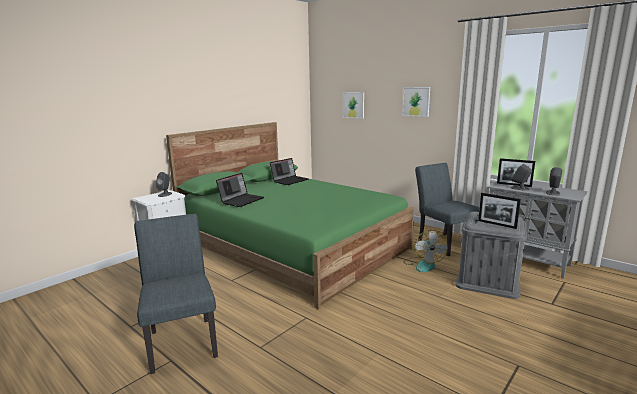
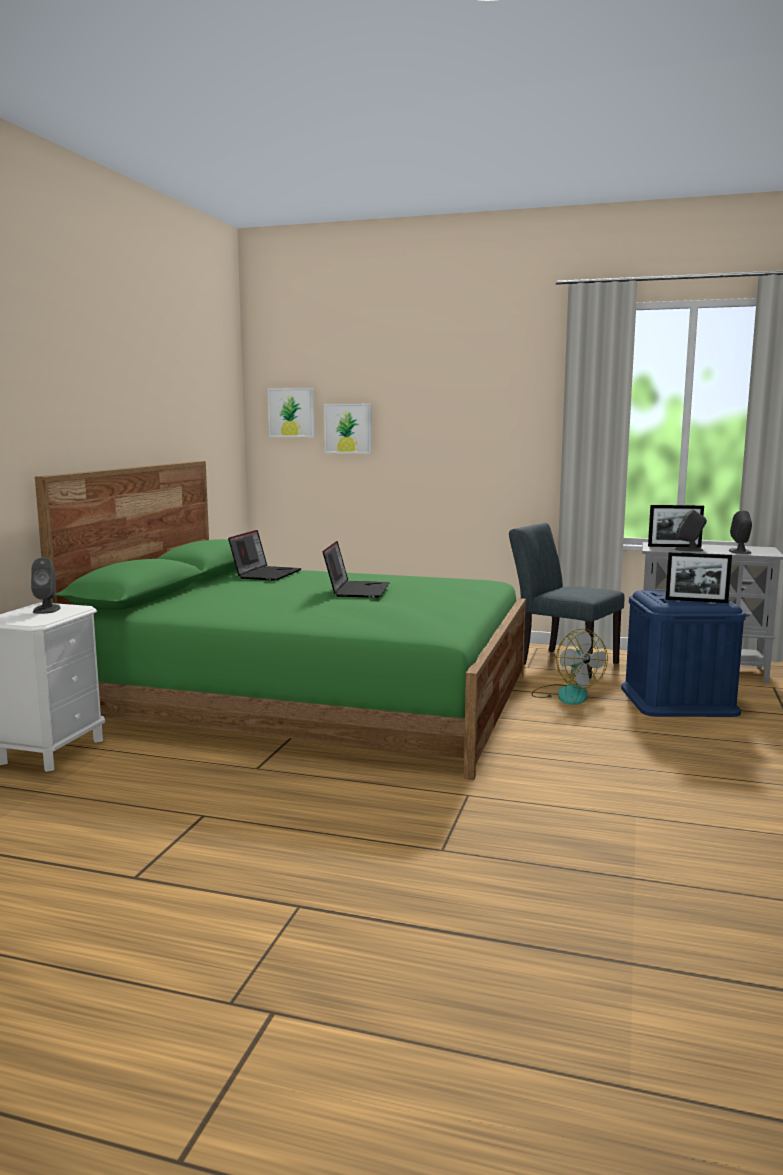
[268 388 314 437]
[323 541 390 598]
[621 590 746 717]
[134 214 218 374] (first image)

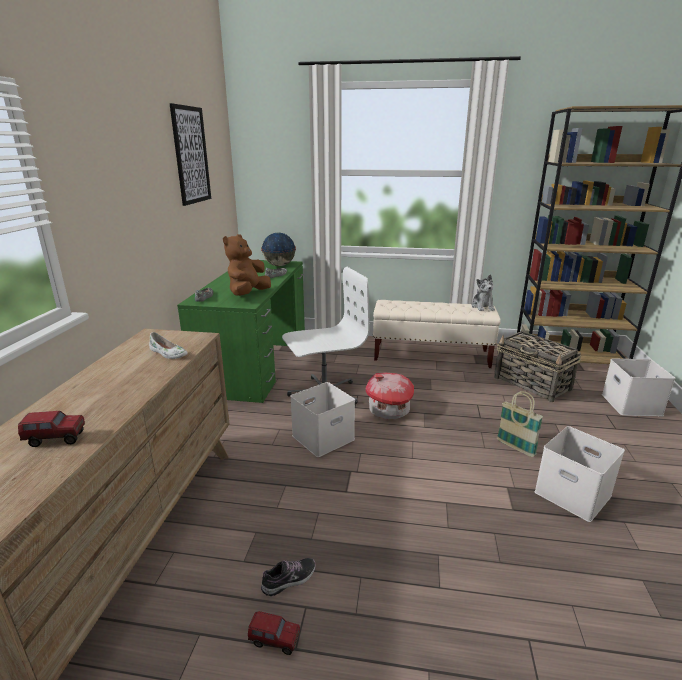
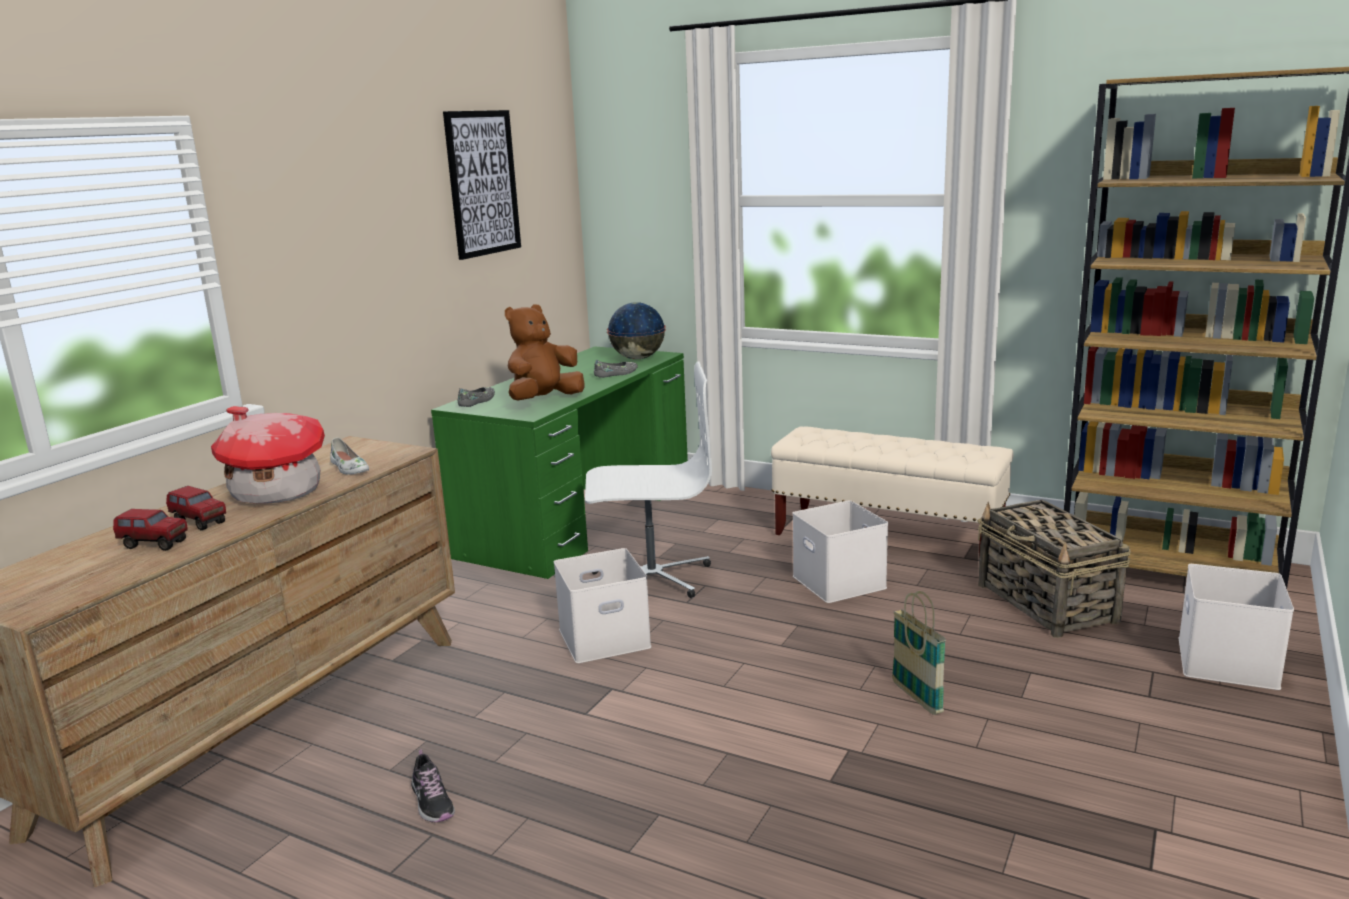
[166 486 226 530]
[211 406 325 504]
[411 749 455 822]
[793 500 888 603]
[472 274 495 311] (first image)

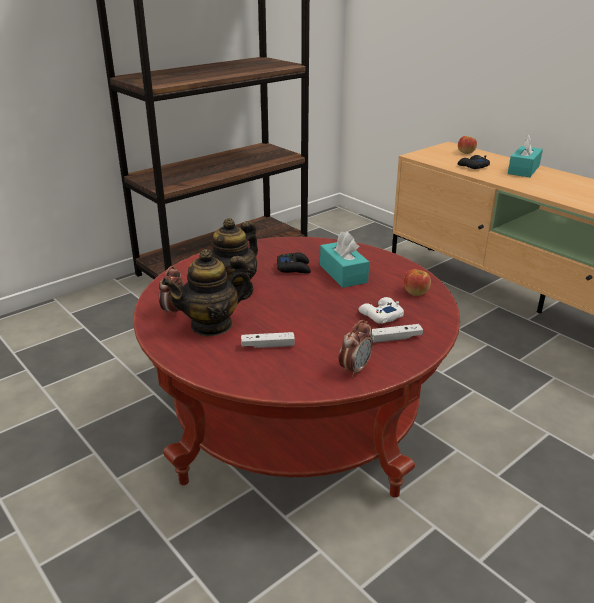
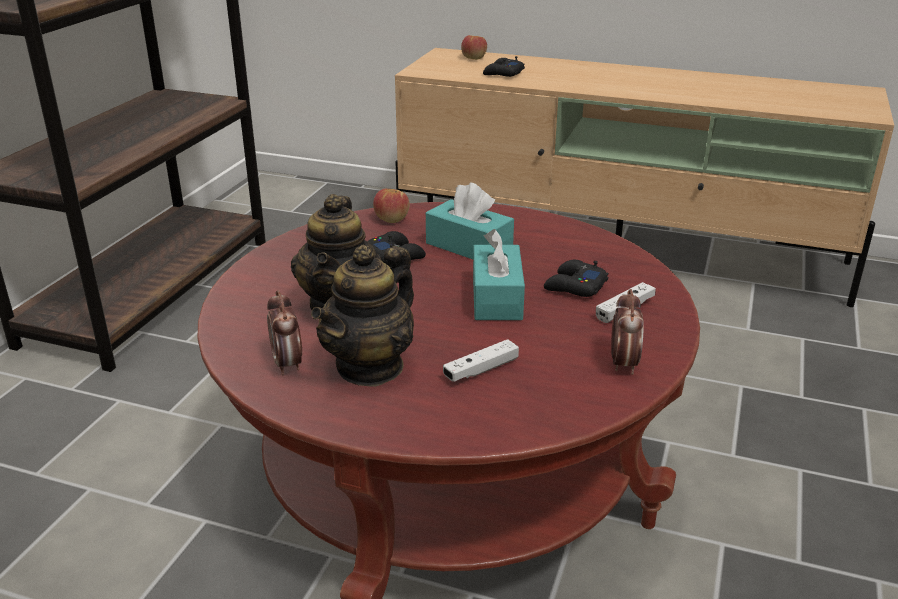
[373 189 410 223]
[473 229 525 320]
[544 260 609 297]

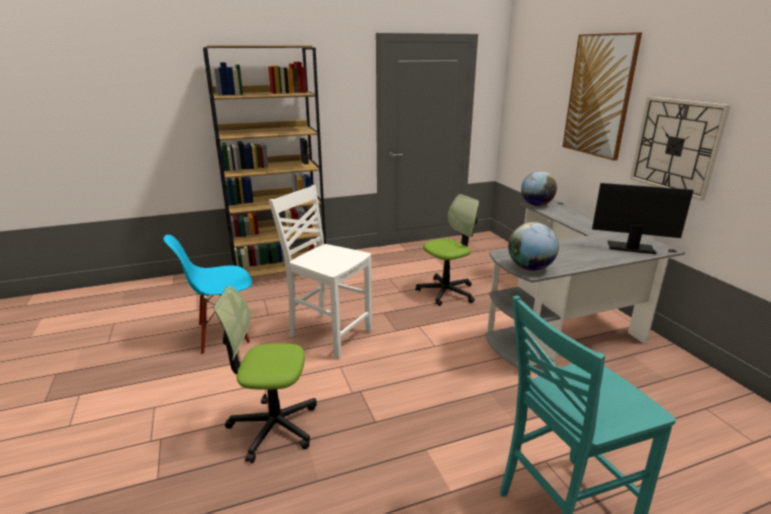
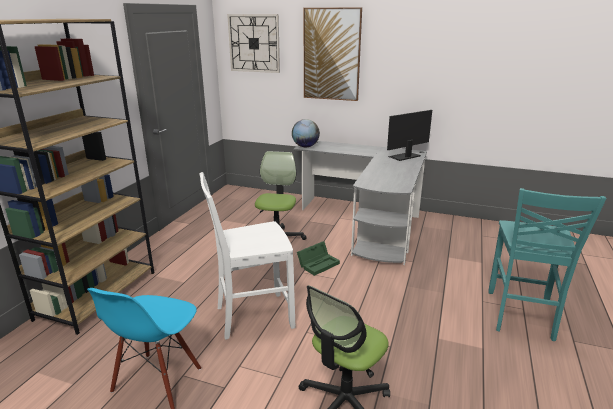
[227 14 280 73]
[297 241 340 276]
[508 222 559 271] (first image)

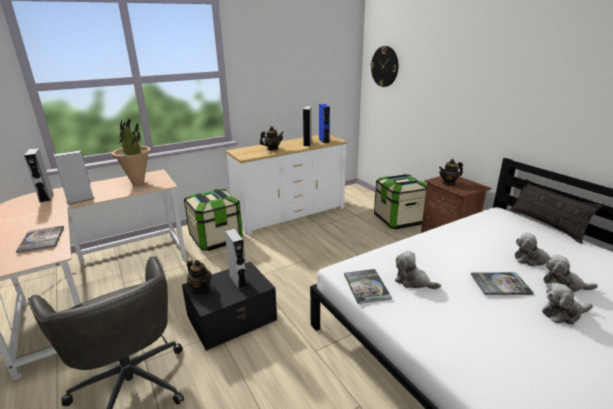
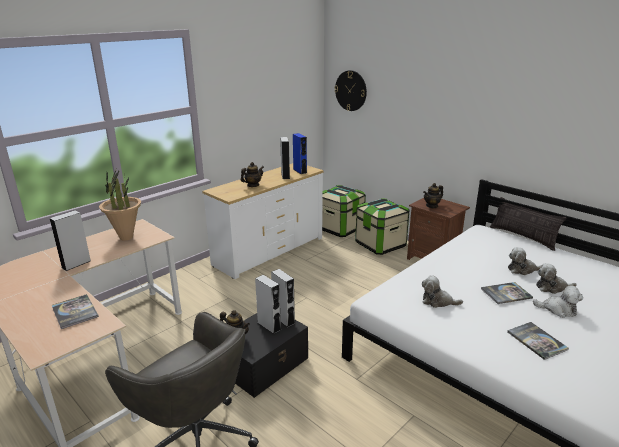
[271 269 295 327]
[322 185 366 237]
[507 322 569 360]
[533 286 583 318]

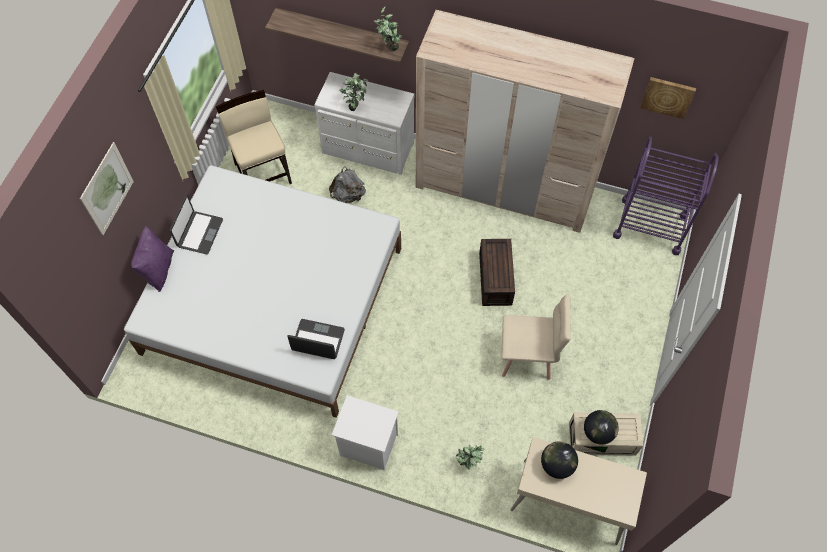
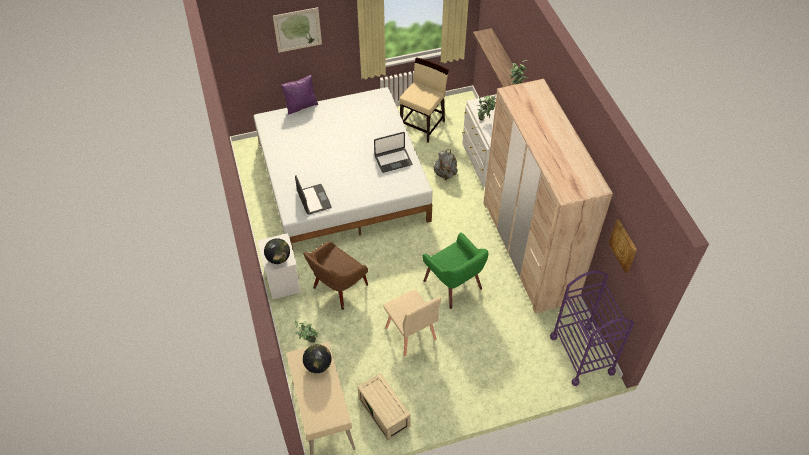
[264 238 290 264]
[303 241 368 310]
[374 132 412 173]
[422 232 488 309]

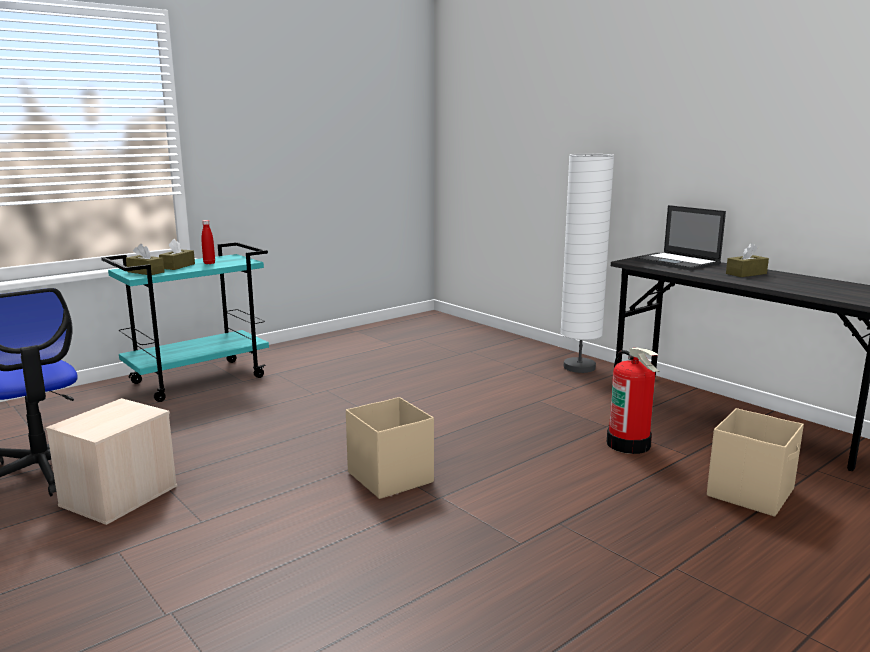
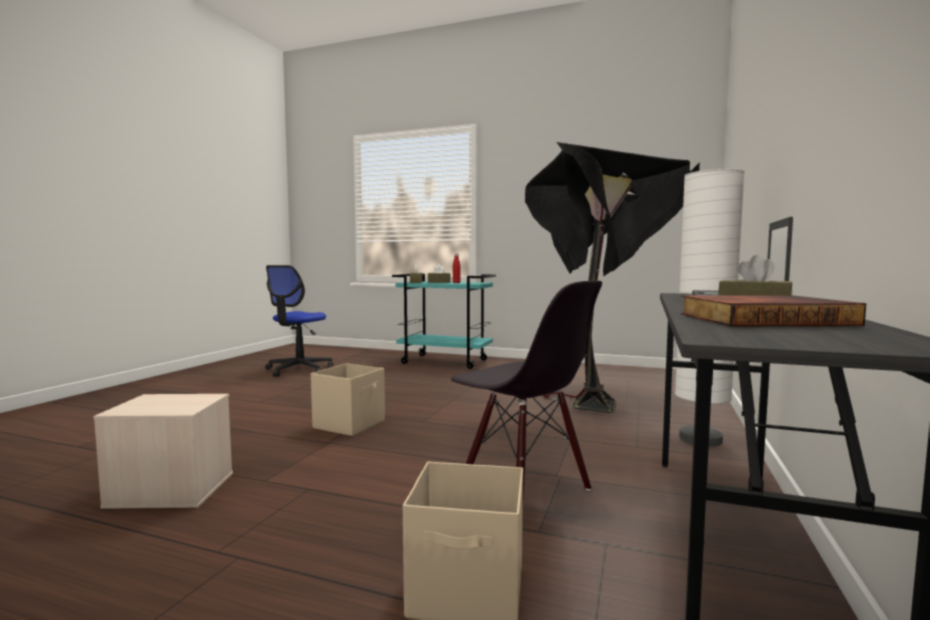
[93 394 233 509]
[451 281 602 497]
[525 142 700 413]
[681 295 867 326]

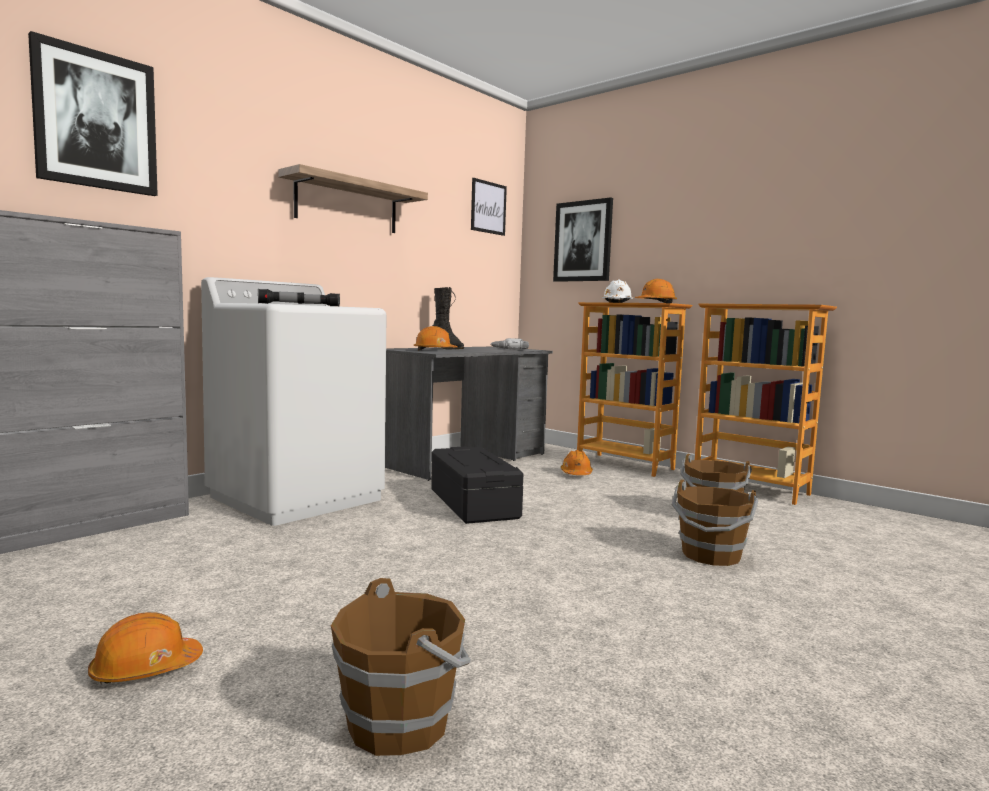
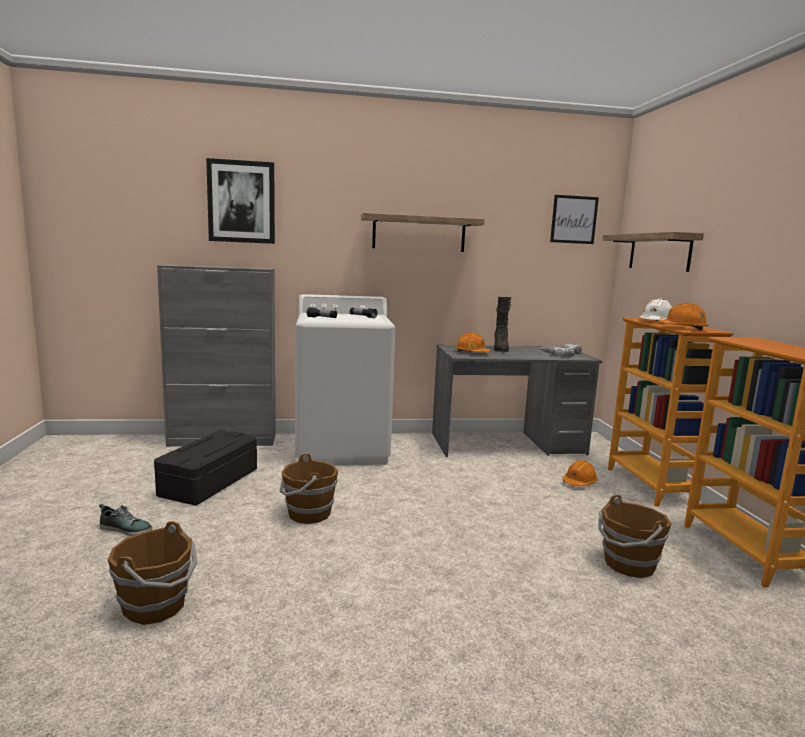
[99 504 152 536]
[154 430 257 506]
[280 454 338 524]
[602 232 704 272]

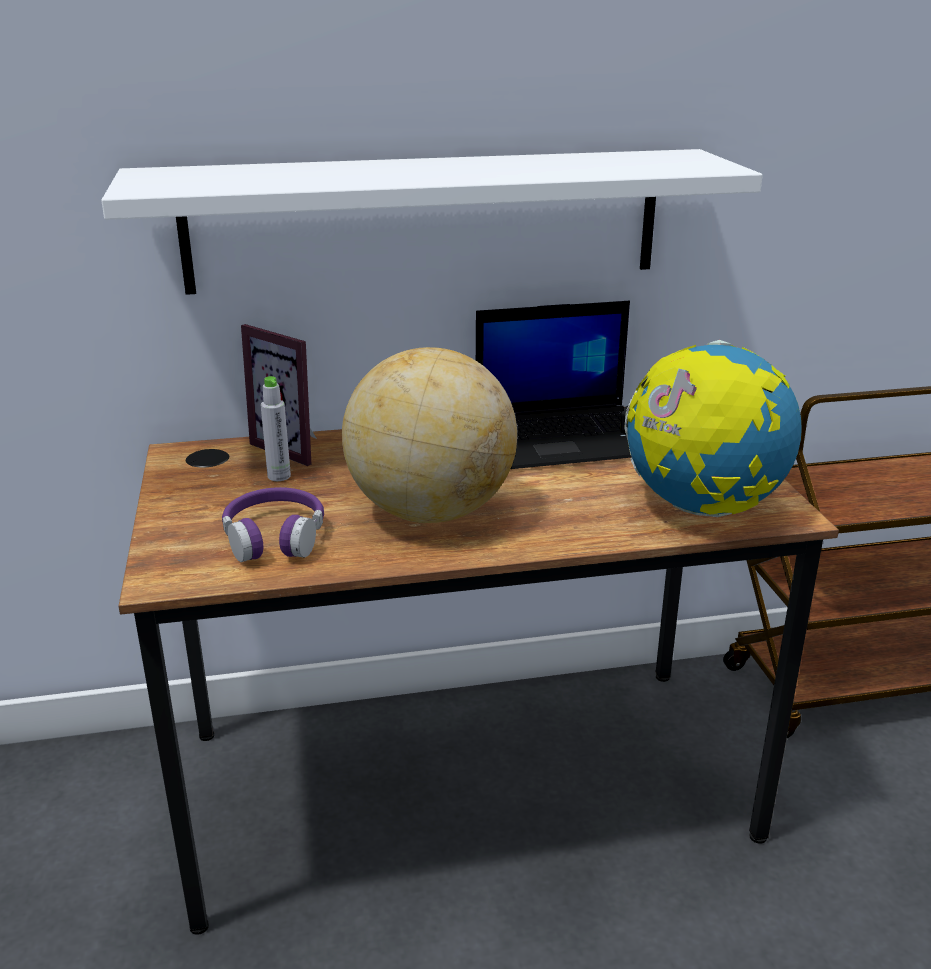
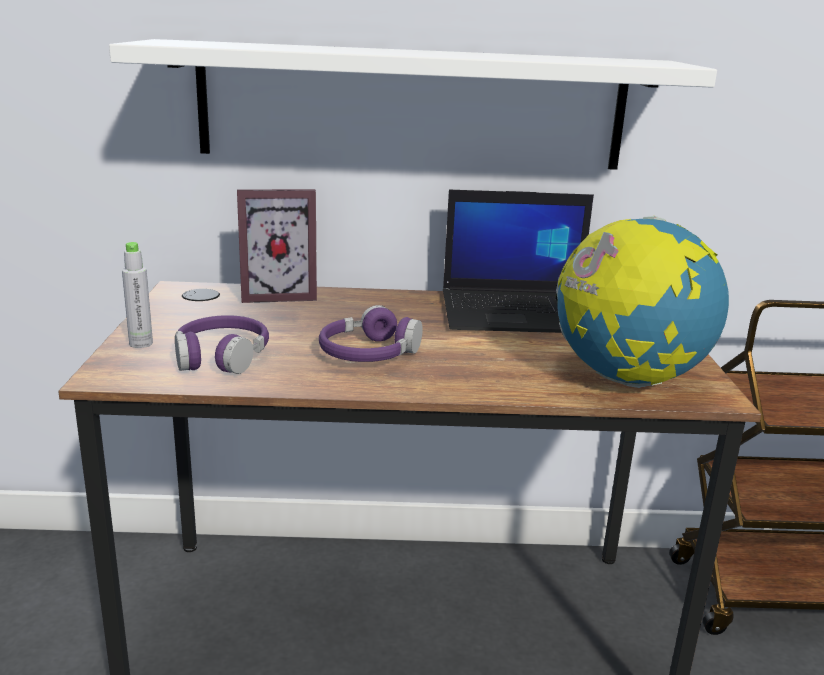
[122 242 153 348]
[237 189 317 303]
[319 305 423 362]

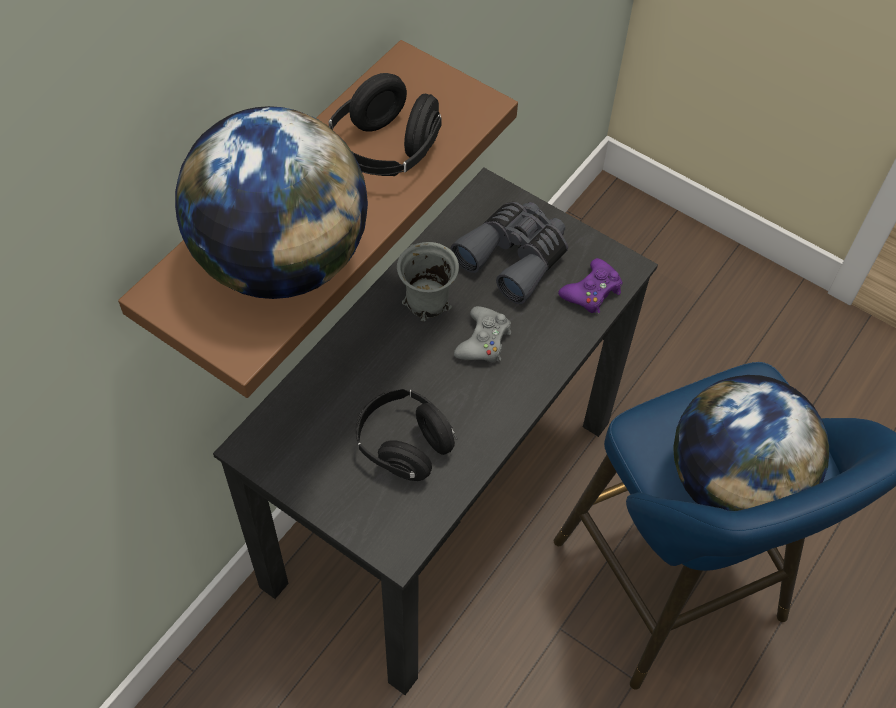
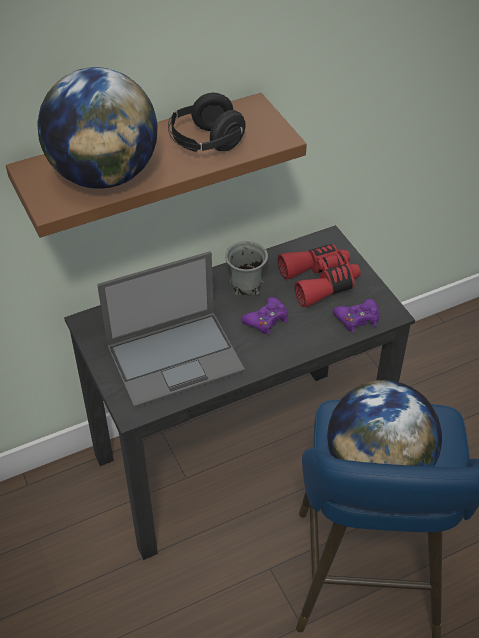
[97 251 245 408]
[241 297 288 335]
[278 244 361 307]

